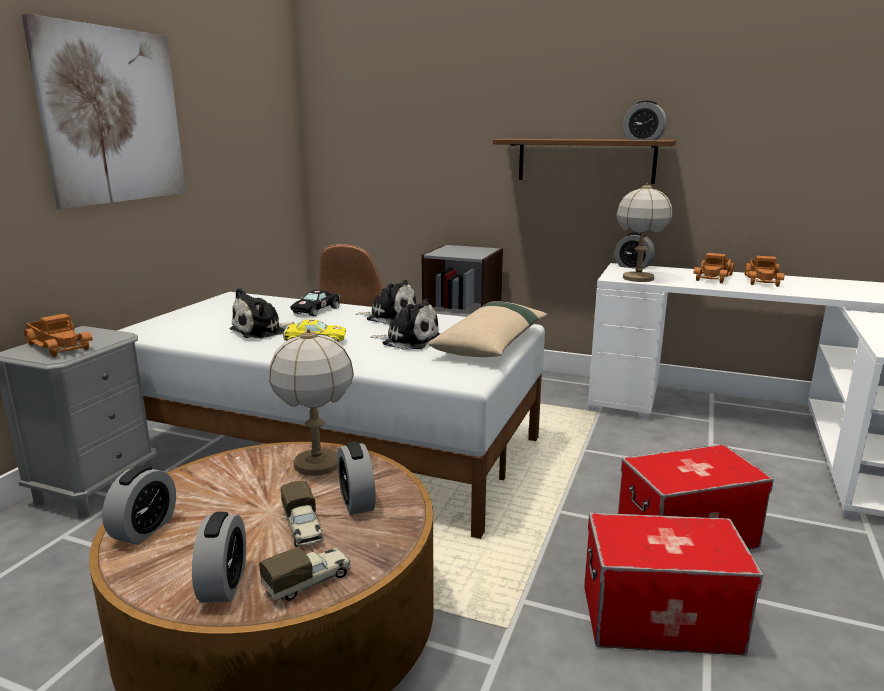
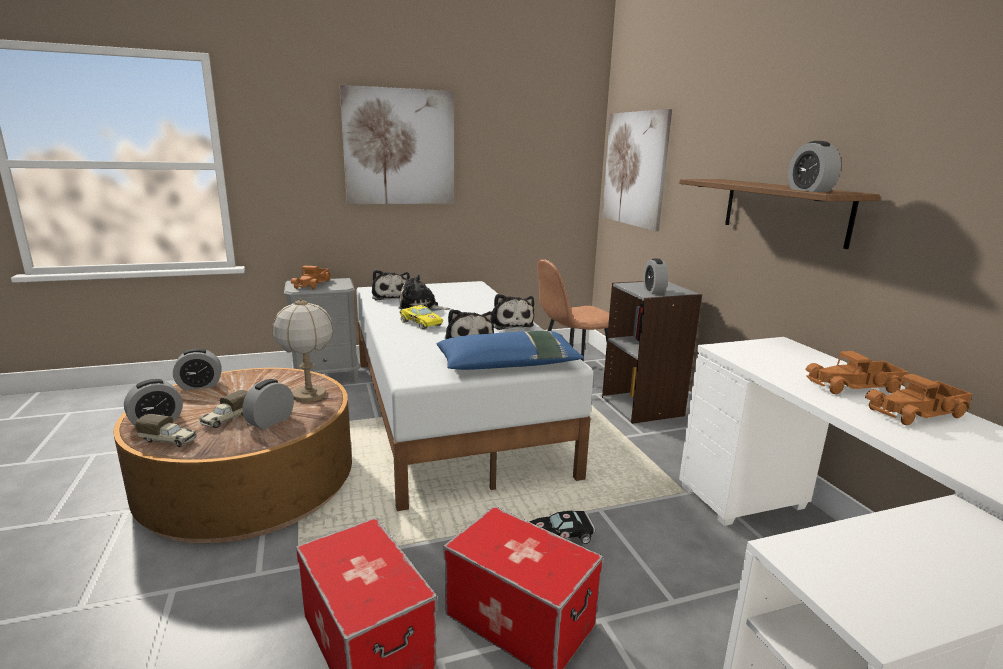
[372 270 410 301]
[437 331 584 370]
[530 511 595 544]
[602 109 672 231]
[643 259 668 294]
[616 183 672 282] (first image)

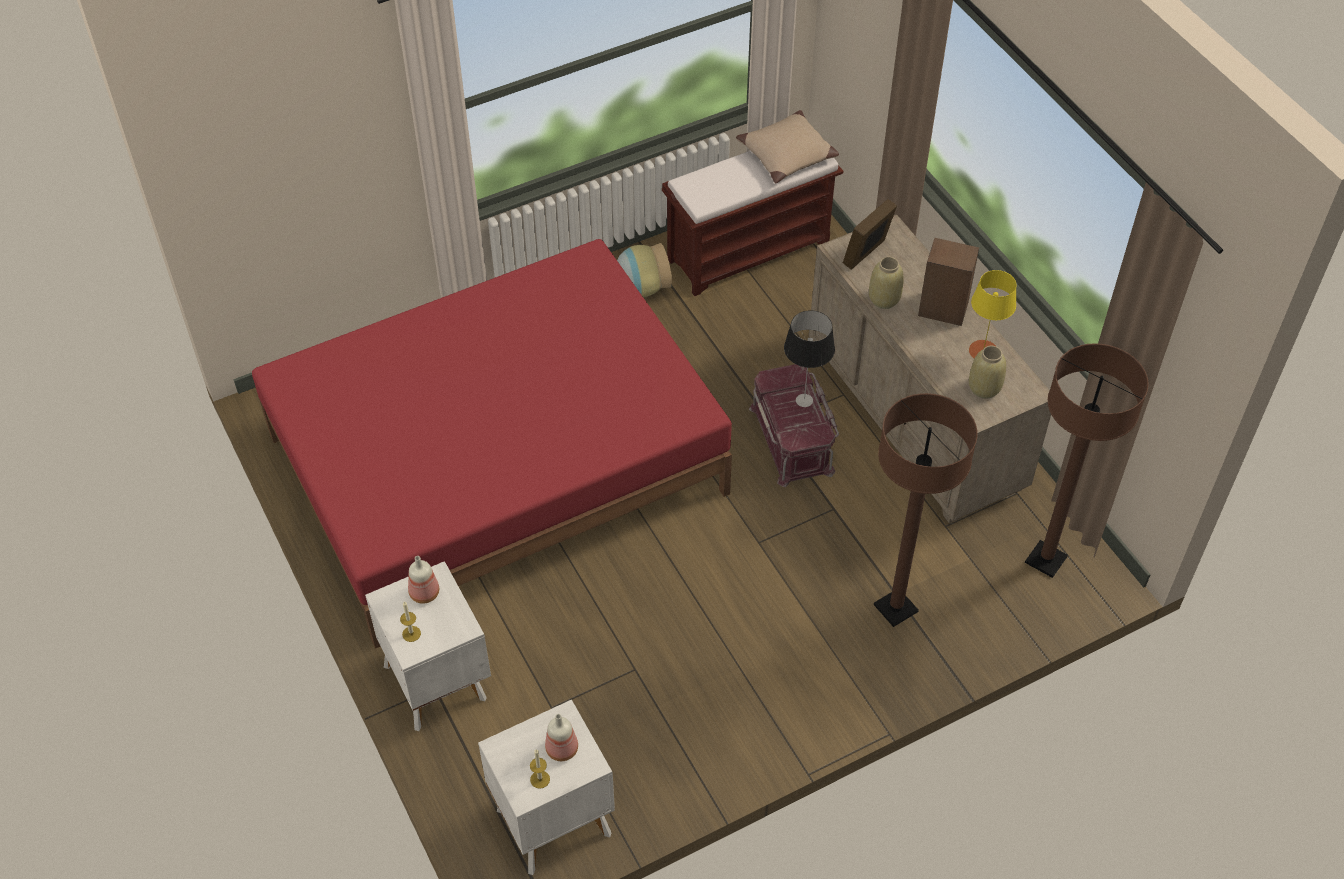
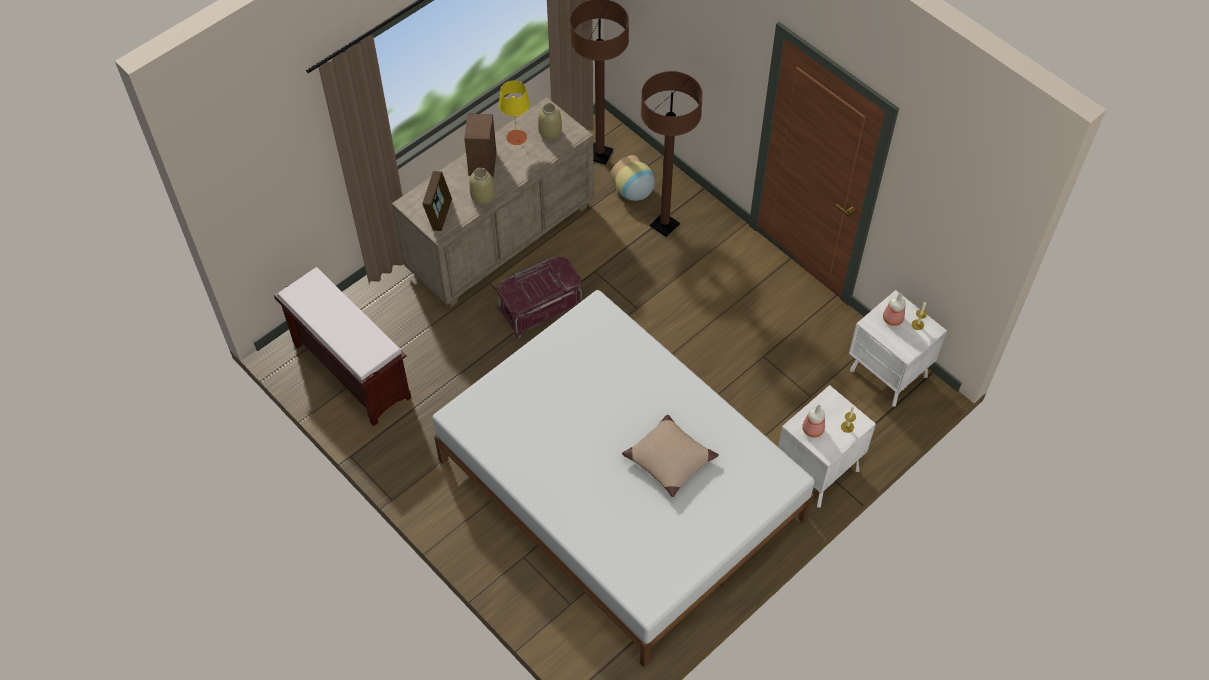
[422 171 452 231]
[433 290 815 667]
[610 155 655 201]
[622 415 719 497]
[784 310 835 407] (first image)

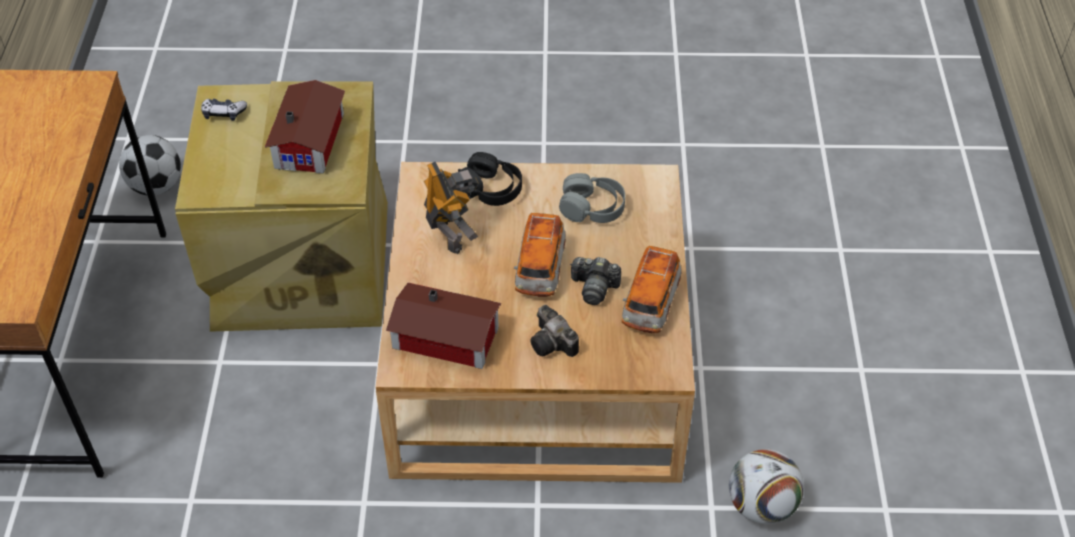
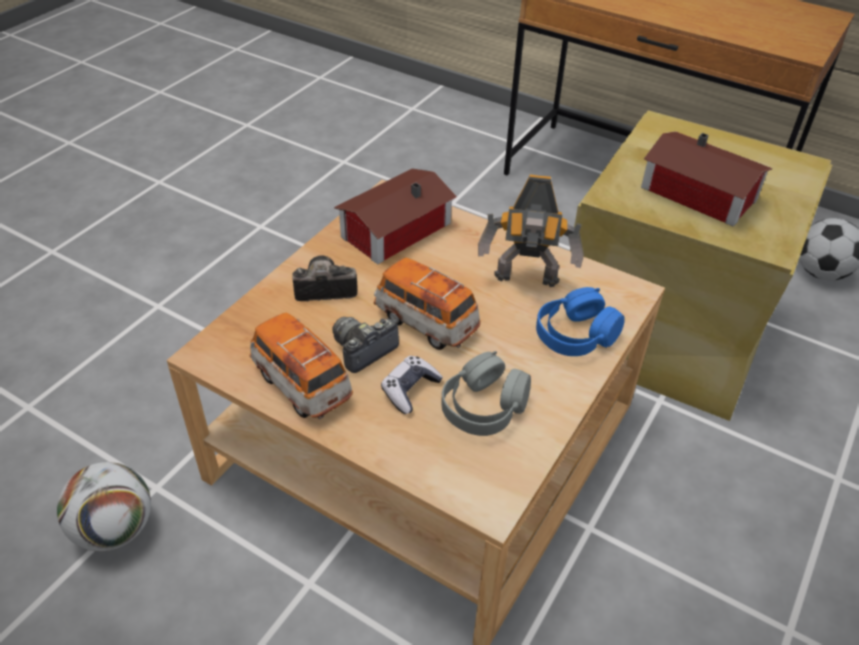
[381 356 443 414]
[536 287 625 356]

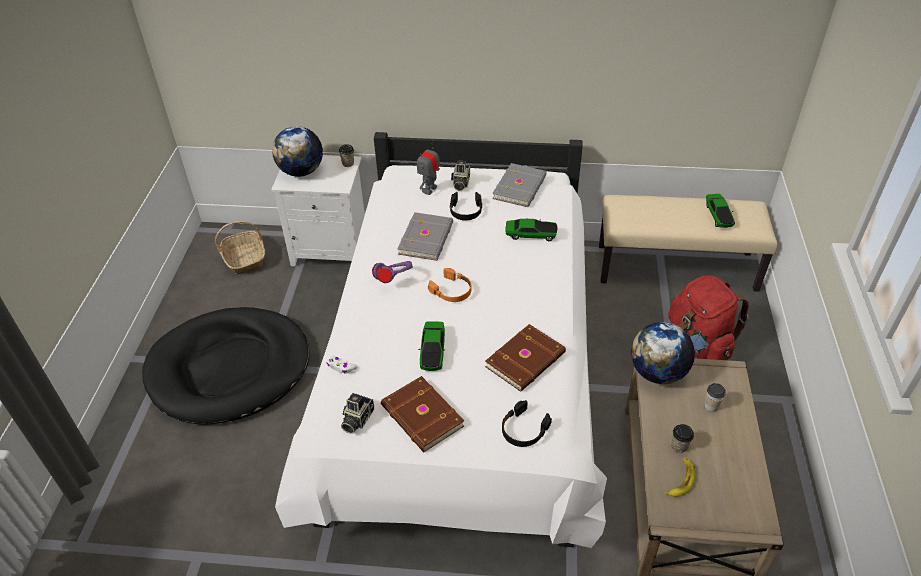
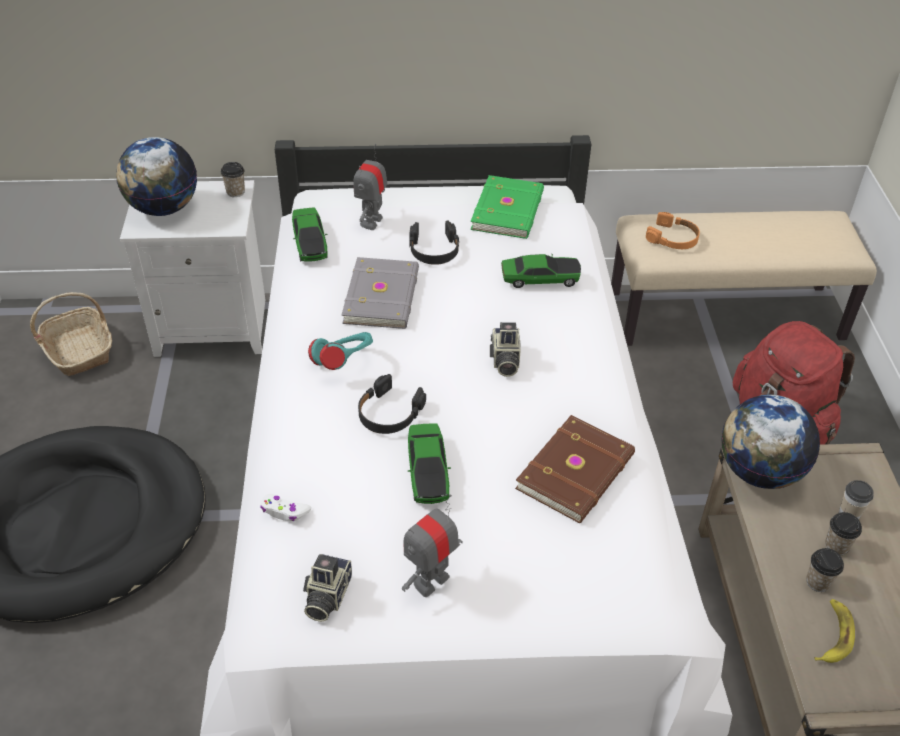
[292 208 328 262]
[308 332 373 370]
[358 374 426 434]
[402 494 463 597]
[470 175 544 239]
[490 322 521 377]
[646 212 700 249]
[825 512 862 555]

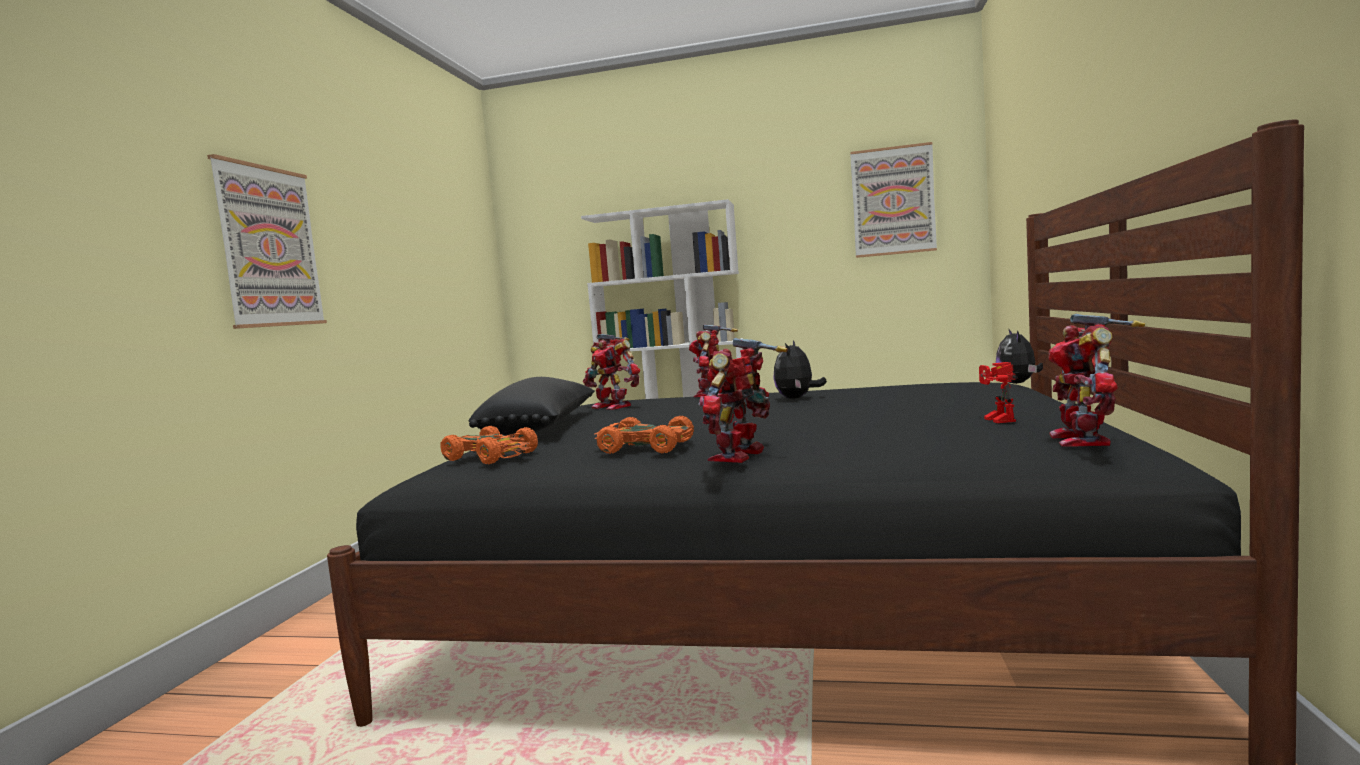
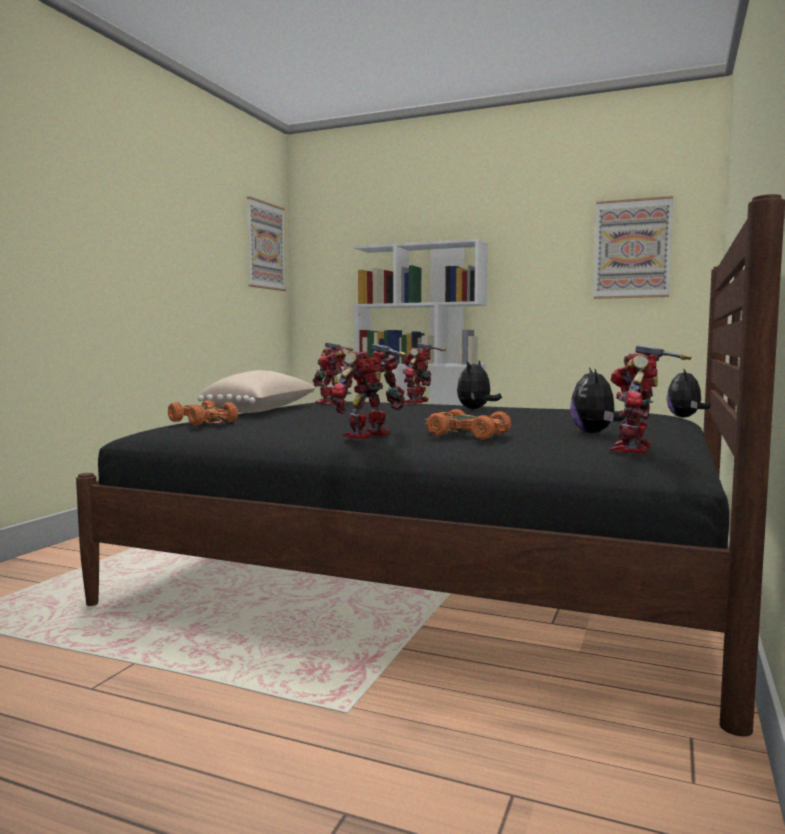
[198 370 316 413]
[247 197 286 291]
[425 409 511 440]
[570 367 626 433]

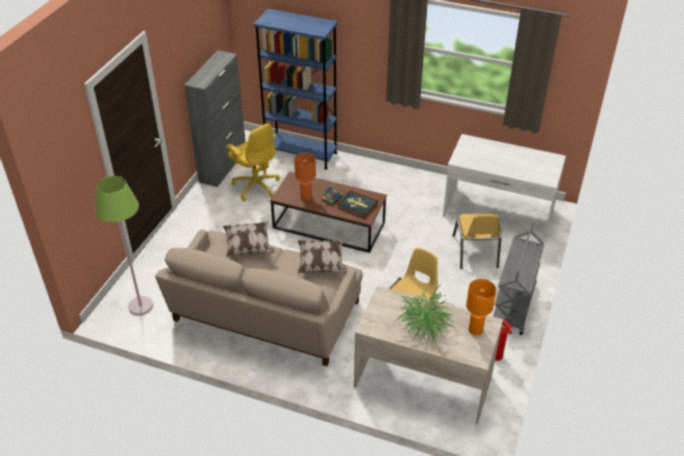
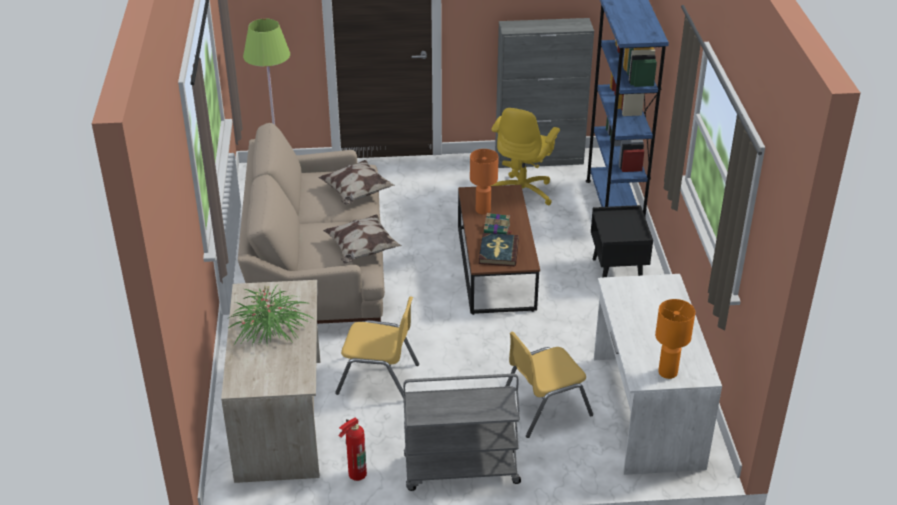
[591 205 653 277]
[655 299 695 379]

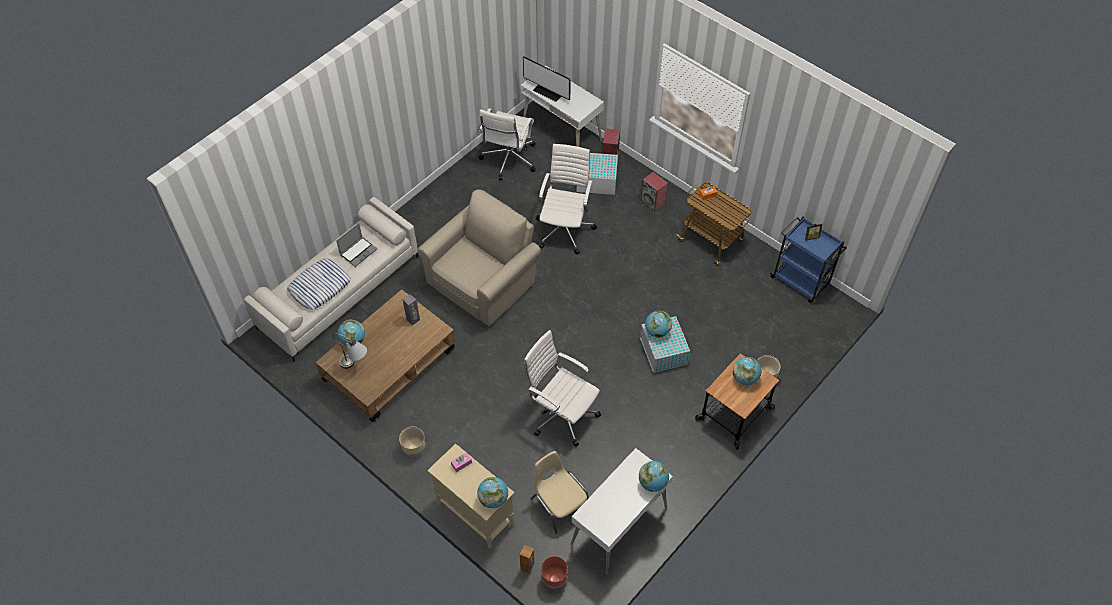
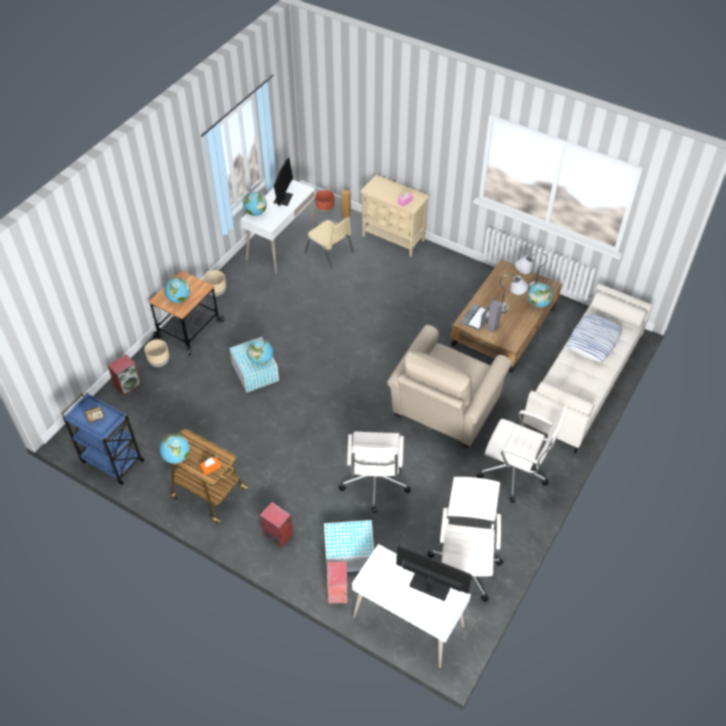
[108 354 142 396]
[160 434 190 464]
[204 270 226 296]
[274 157 293 206]
[460 297 495 331]
[477 405 567 503]
[500 274 528 313]

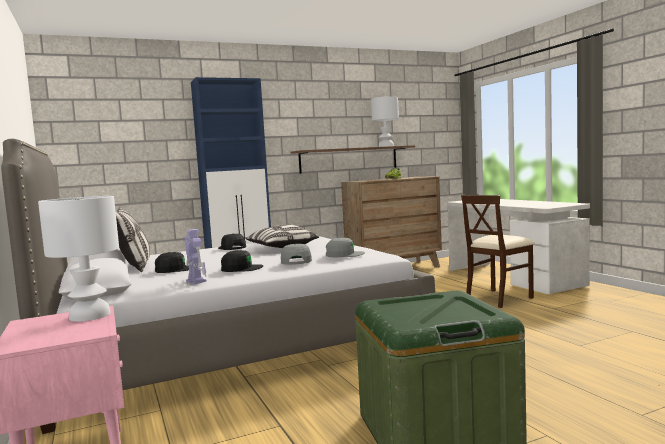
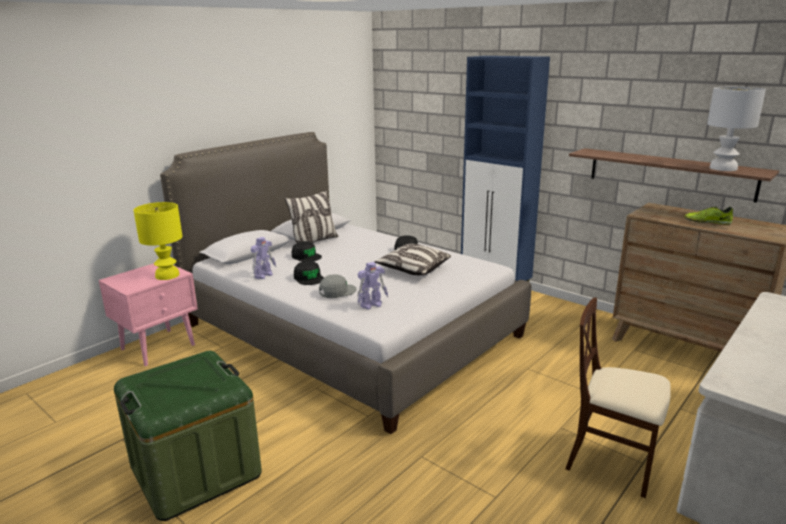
[133 202 183 280]
[357 262 388 310]

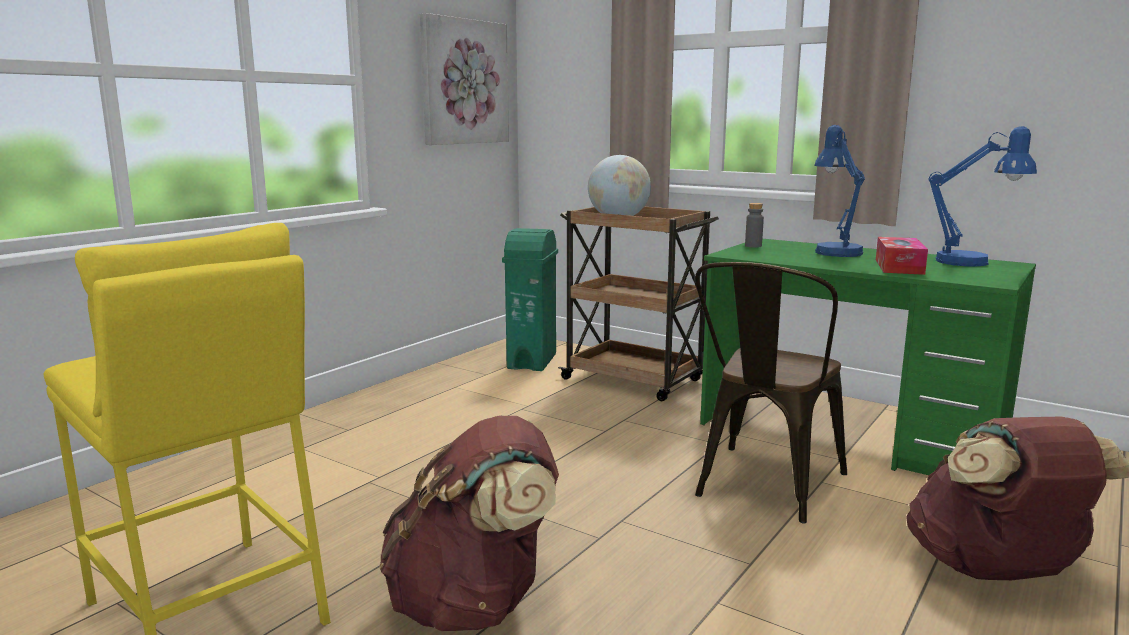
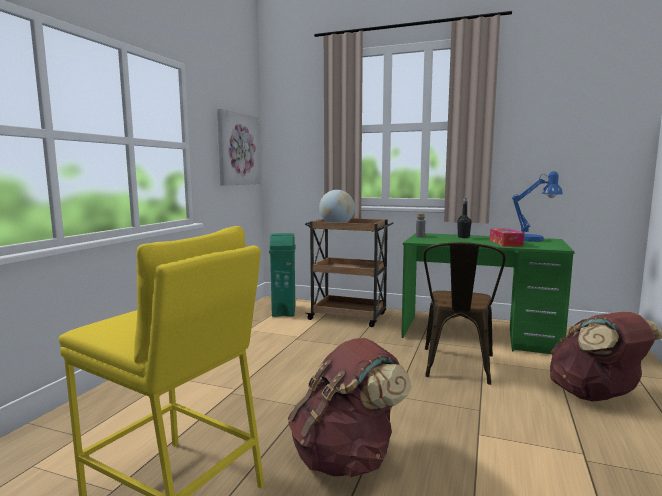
[457 198 472 238]

